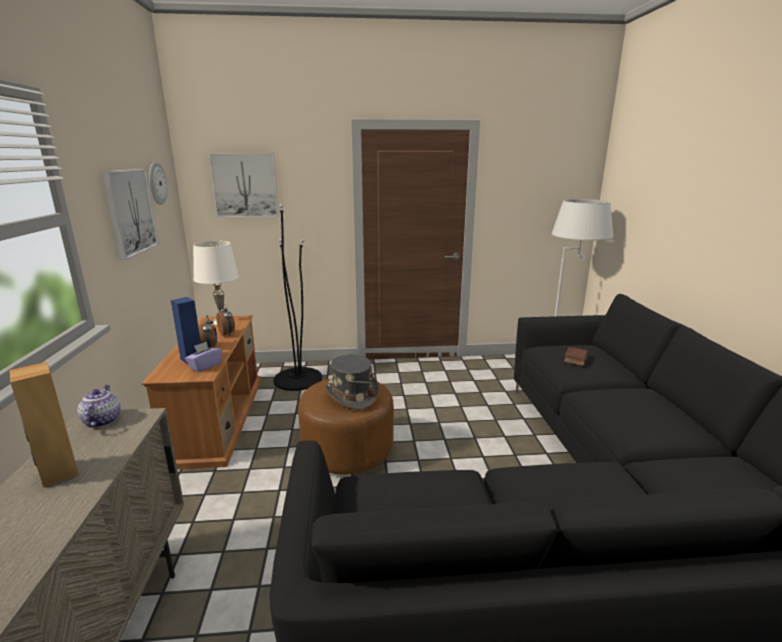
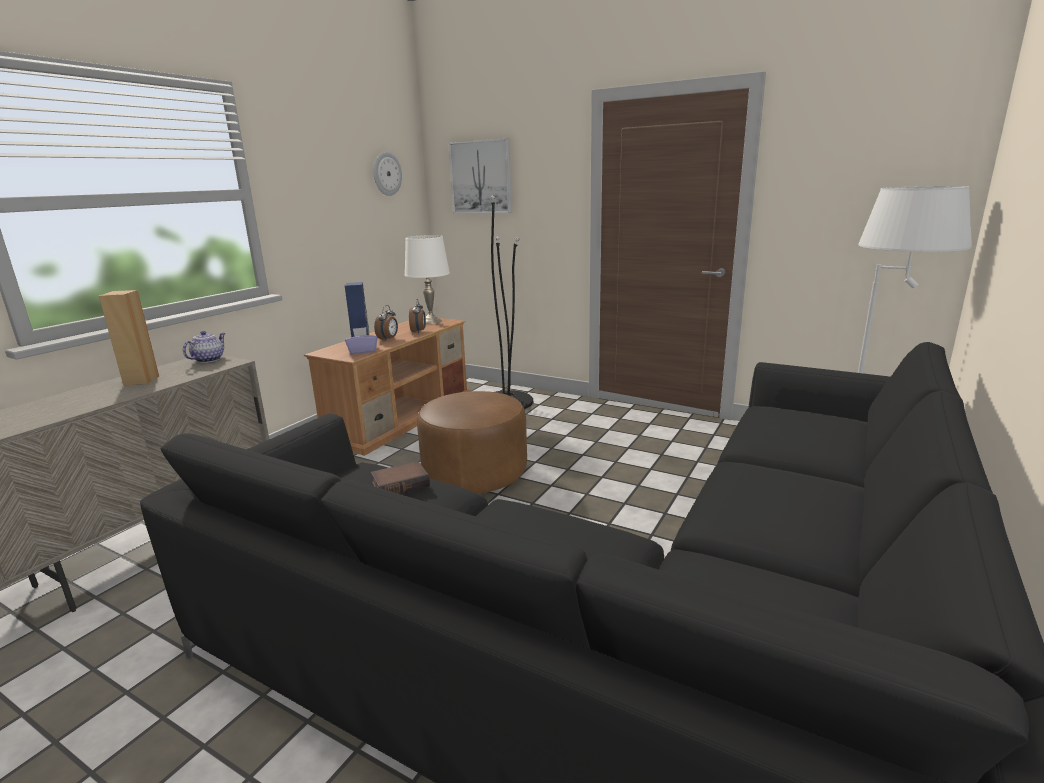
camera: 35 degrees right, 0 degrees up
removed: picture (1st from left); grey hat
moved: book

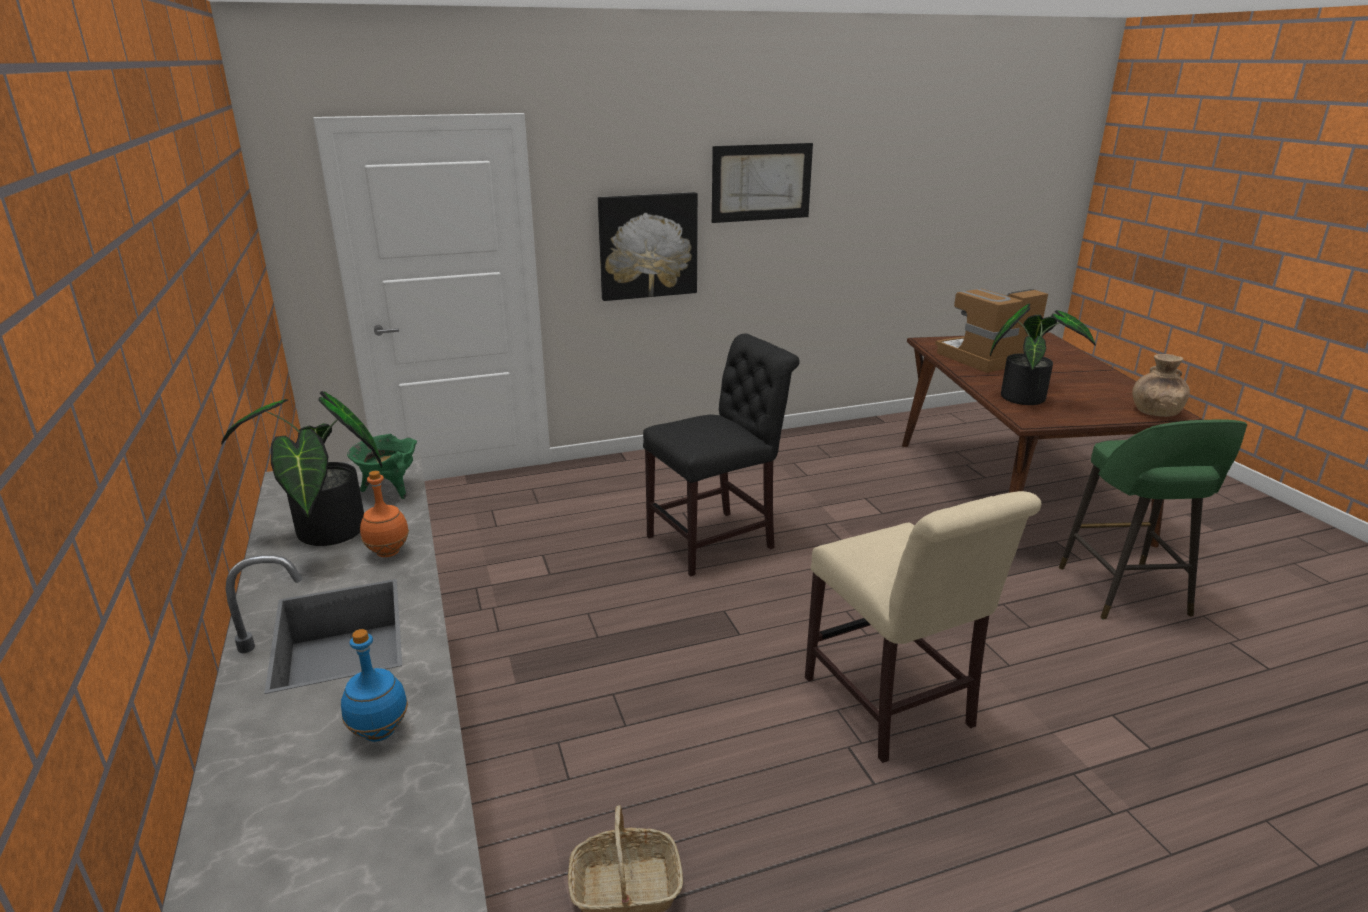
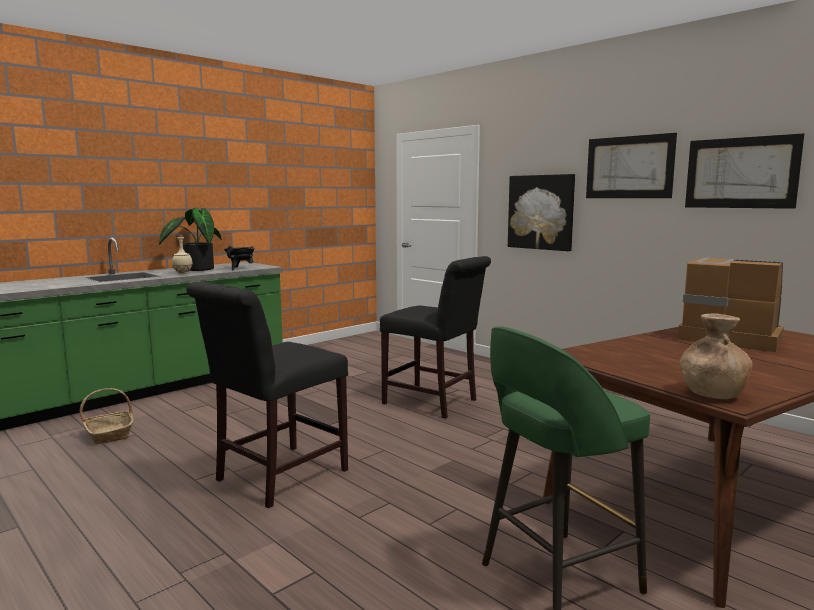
camera: 65 degrees right, 15 degrees down
removed: blue bottle; potted plant (2nd from left)
added: picture (3rd from left)
recoloured: orange bottle to beige bottle; beige chair to black chair (1st from left); green cooking pot to black cooking pot

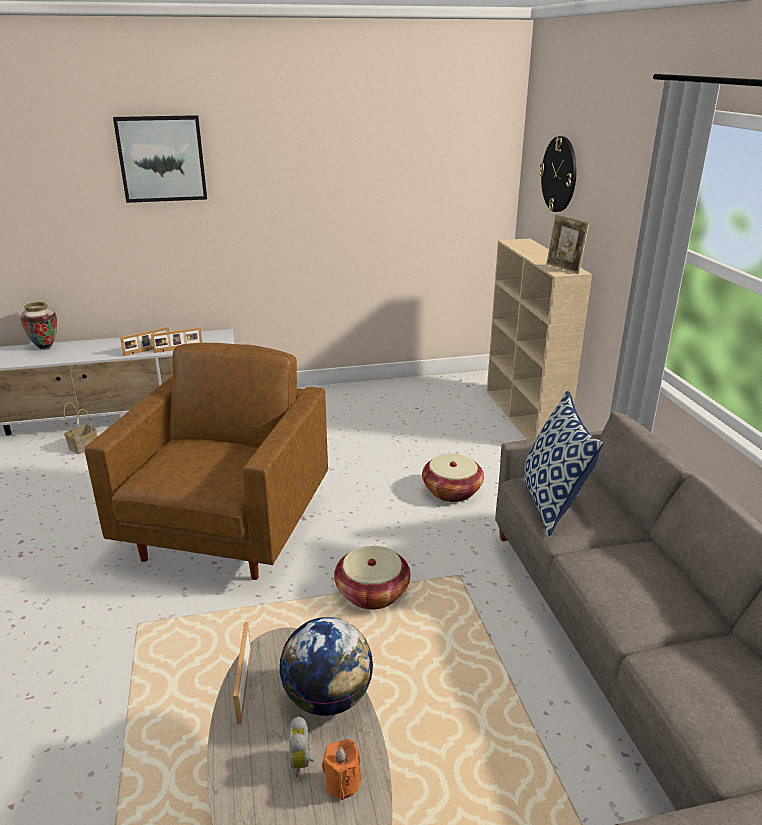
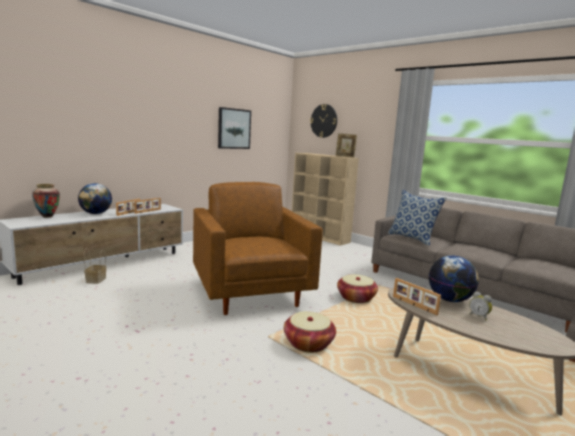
camera: 35 degrees left, 15 degrees down
removed: orange candle
added: globe (1st from left)
moved: picture; basket (3rd from left in the first image) to basket (2nd from left)

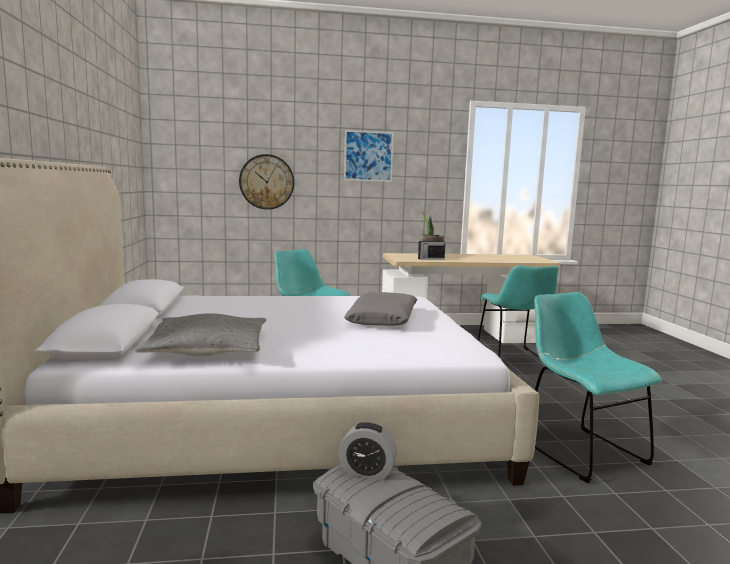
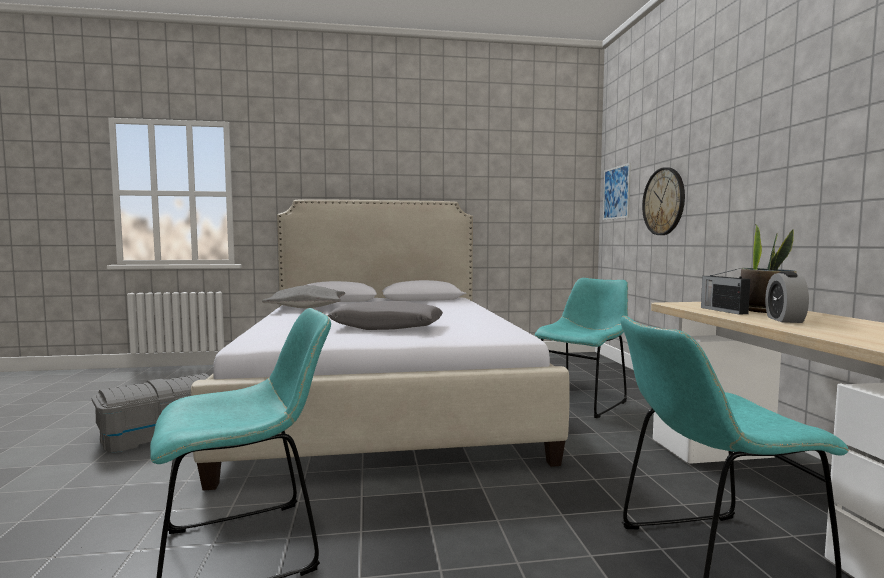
camera: 90 degrees right, 5 degrees down
moved: picture; alarm clock

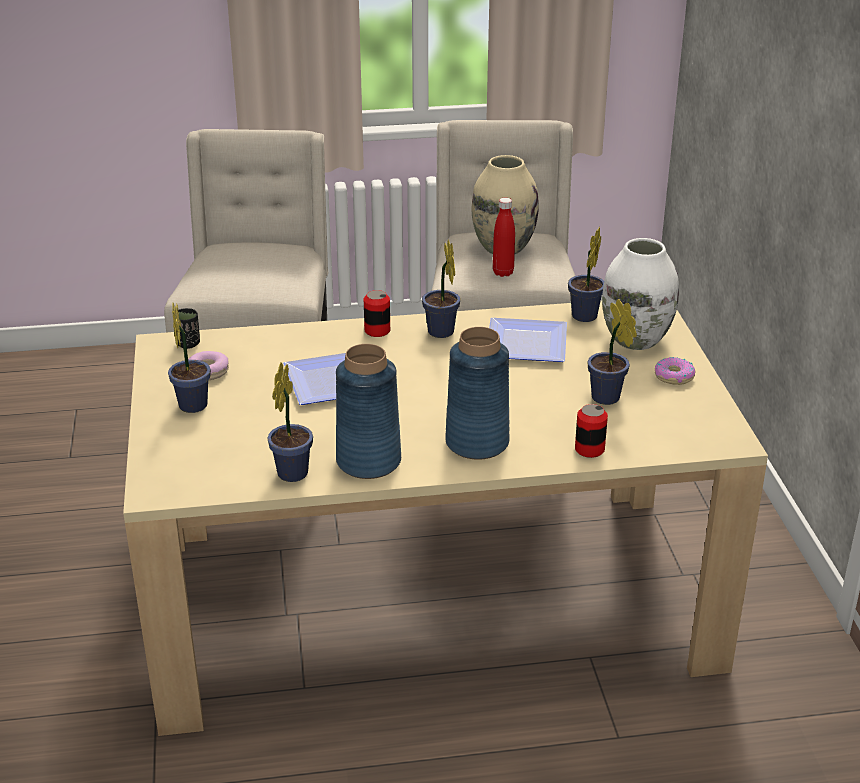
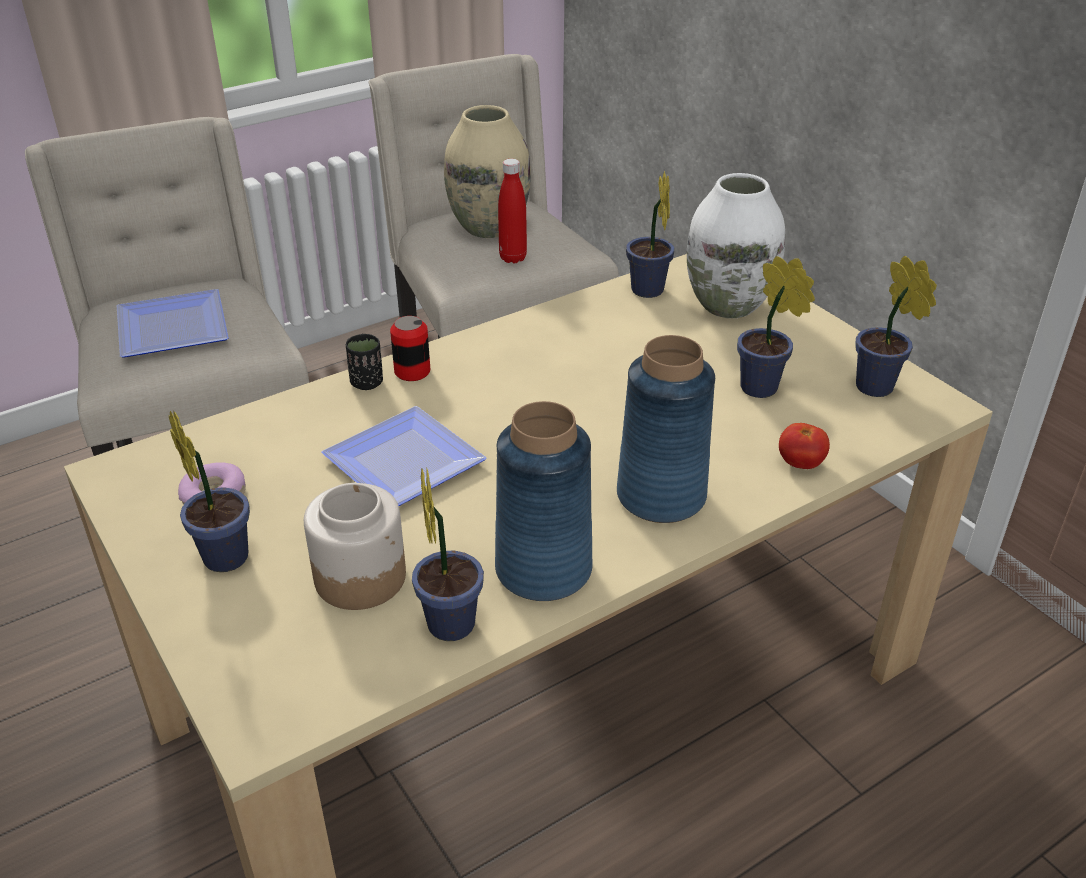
camera: 25 degrees left, 5 degrees up
removed: donut (2nd from left)
added: jar
moved: plate (2nd from left in the first image) to plate (1st from left); black cup; potted plant (3rd from left in the first image) to potted plant (5th from left)
replaced: can (2nd from left) to tomato

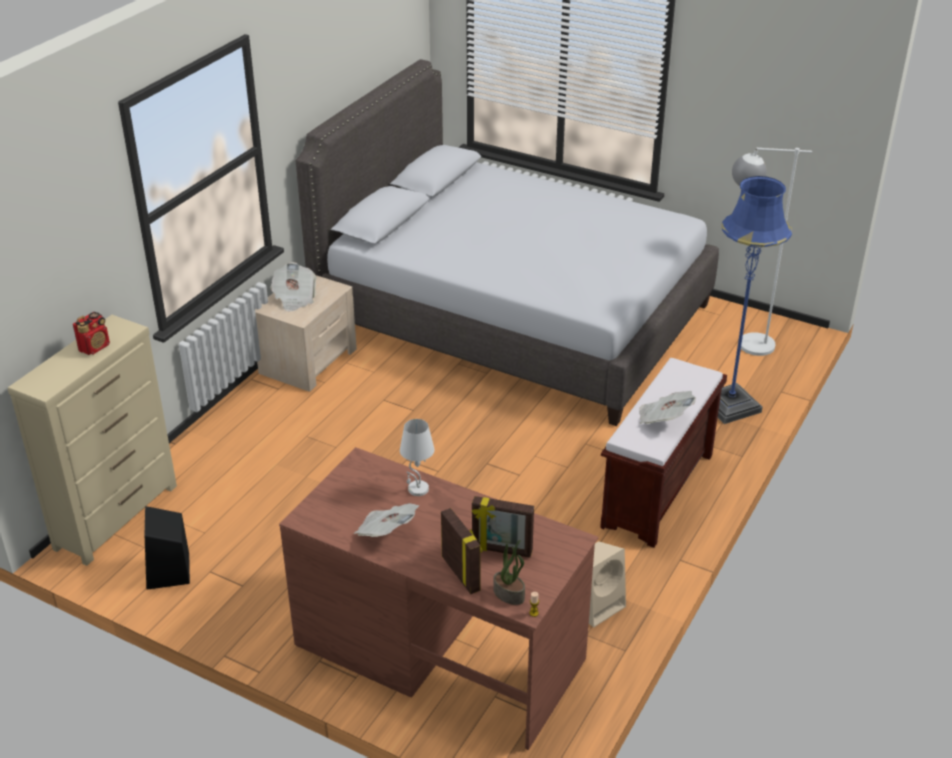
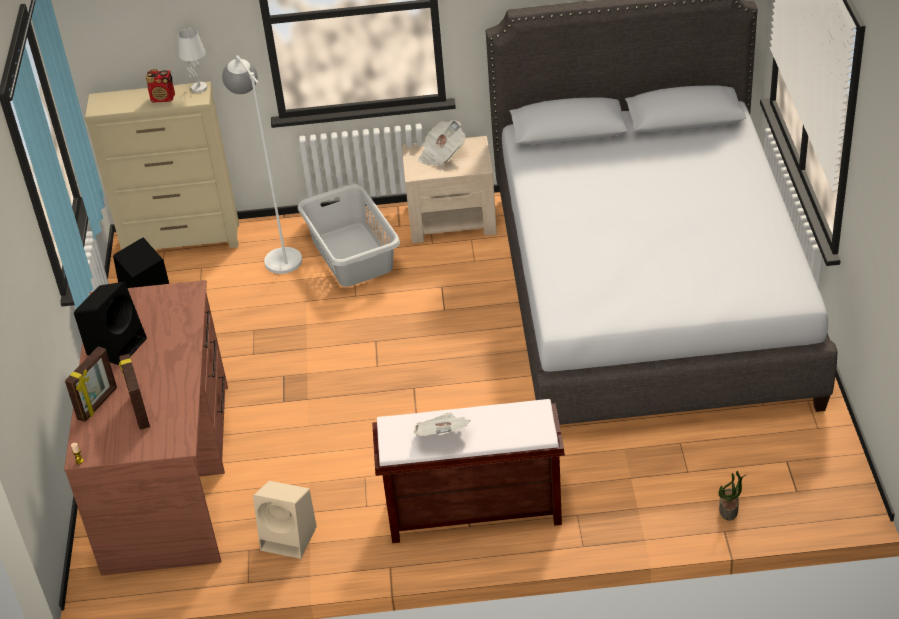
camera: 60 degrees right, 5 degrees up
removed: blue floor lamp
added: grey laundry basket
moved: white table lamp; white floor lamp; potted plant
replaced: newspaper (2nd from left) to black speaker (1st from left)

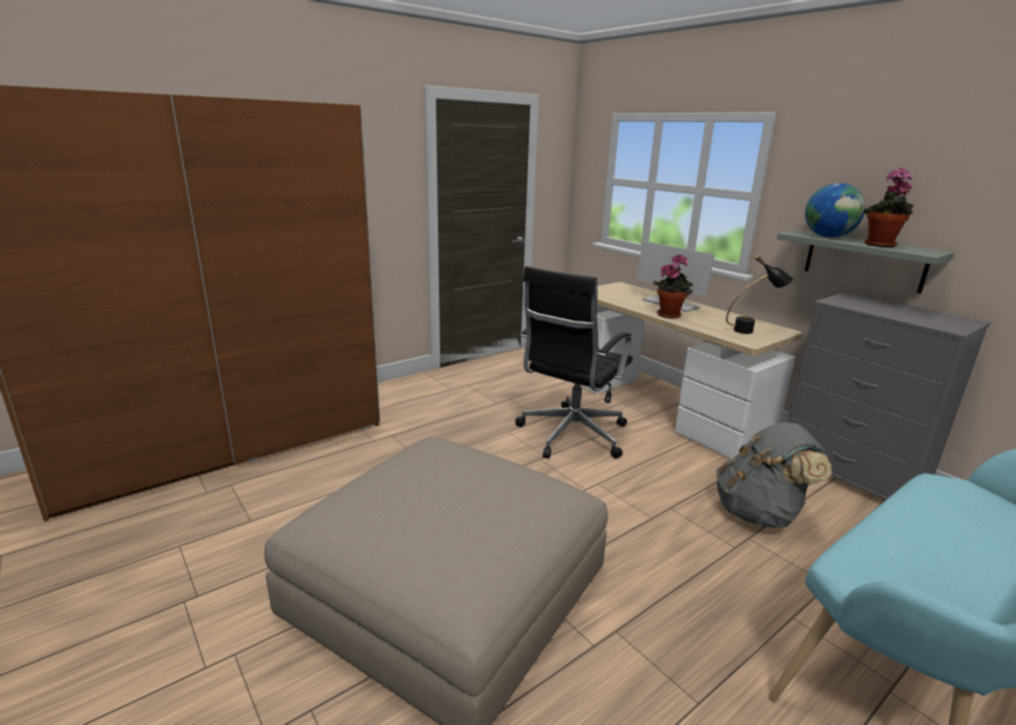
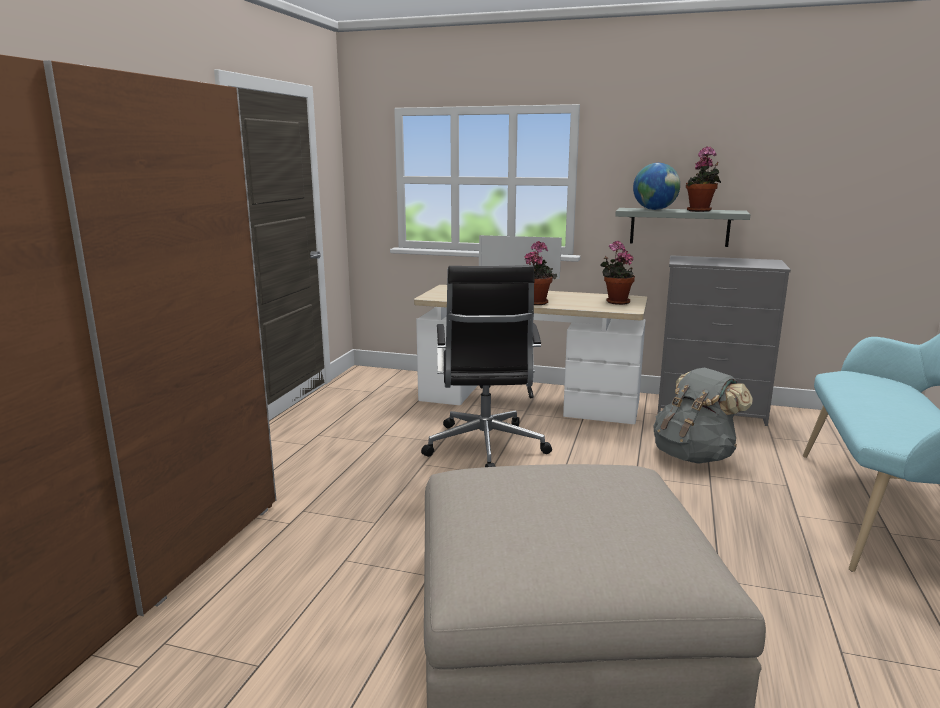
camera: 35 degrees left, 5 degrees down
replaced: black table lamp to potted plant (2nd from left)

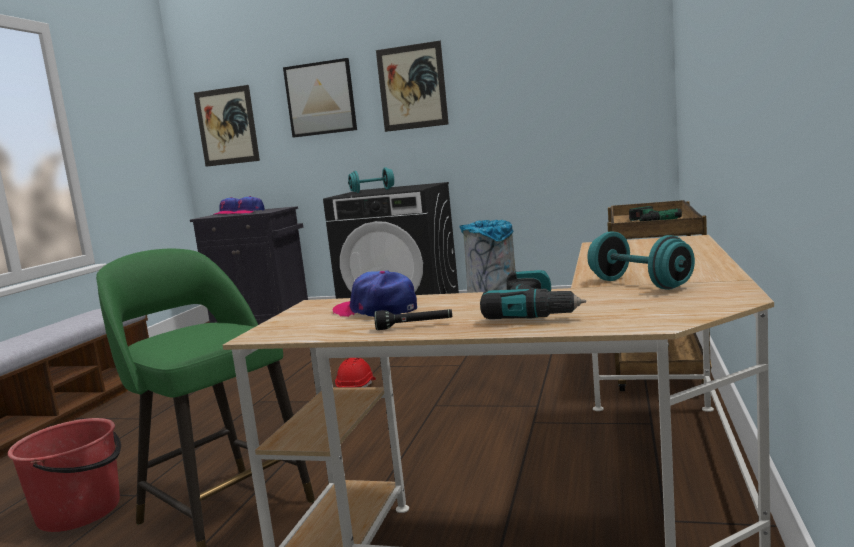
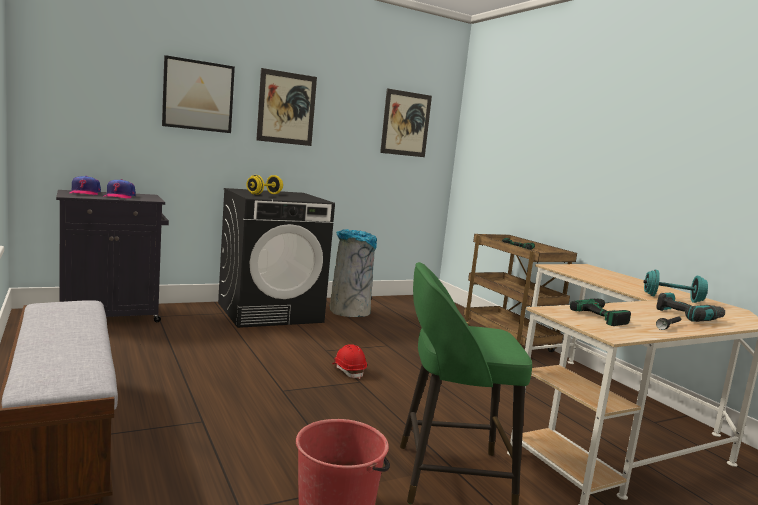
camera: 45 degrees left, 0 degrees up
moved: picture (1st from left in the first image) to picture (3rd from left)
replaced: cap (3rd from left) to power drill (2nd from left)
recoloured: turquoise dumbbell (1st from left) to yellow dumbbell

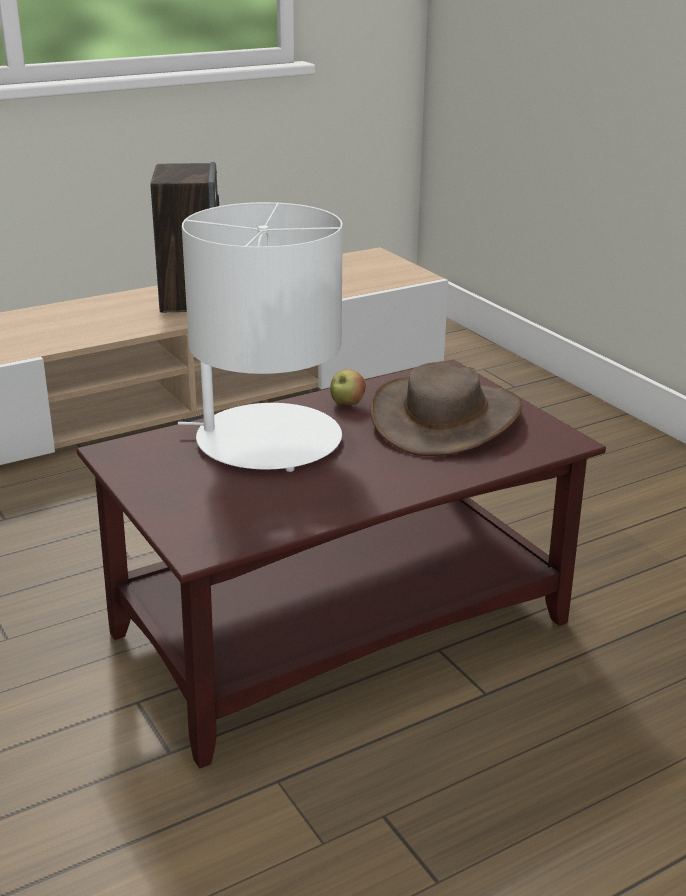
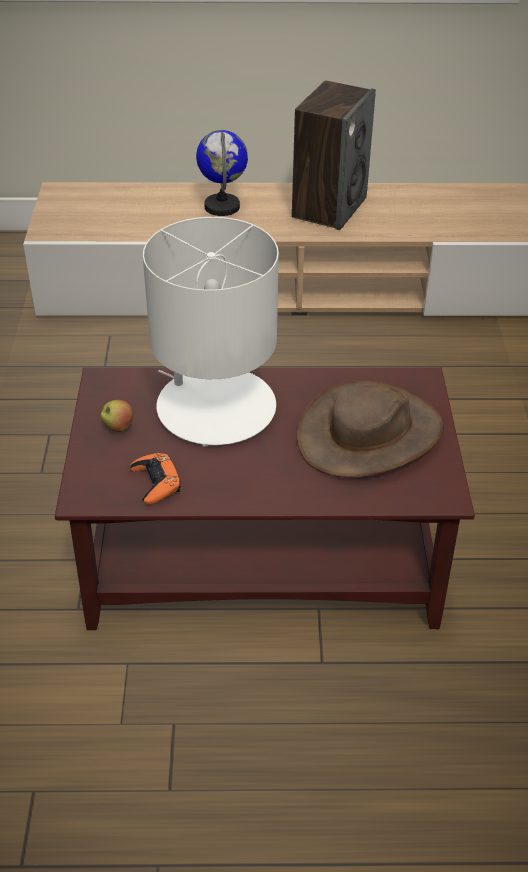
camera: 30 degrees right, 15 degrees up
added: orange game controller; globe
moved: apple

